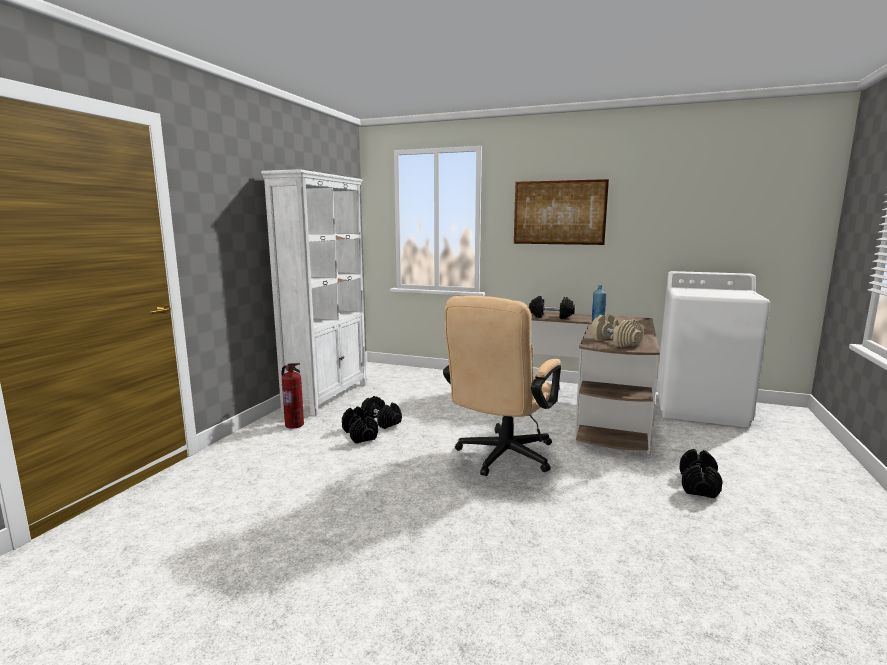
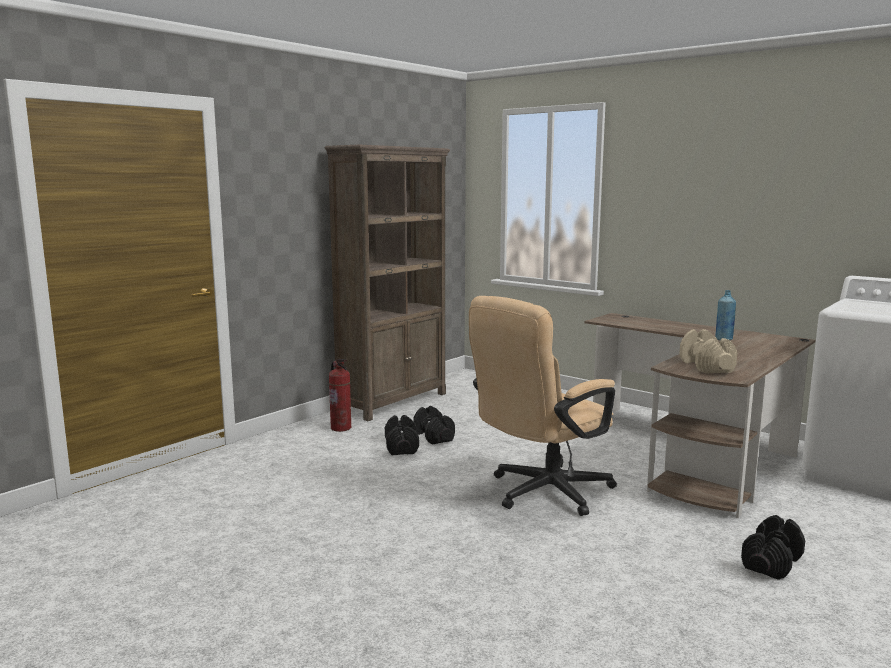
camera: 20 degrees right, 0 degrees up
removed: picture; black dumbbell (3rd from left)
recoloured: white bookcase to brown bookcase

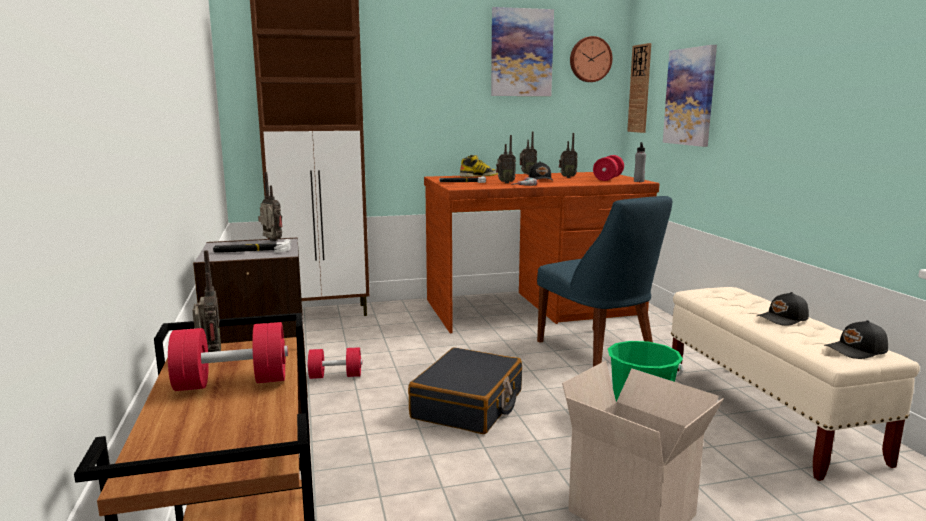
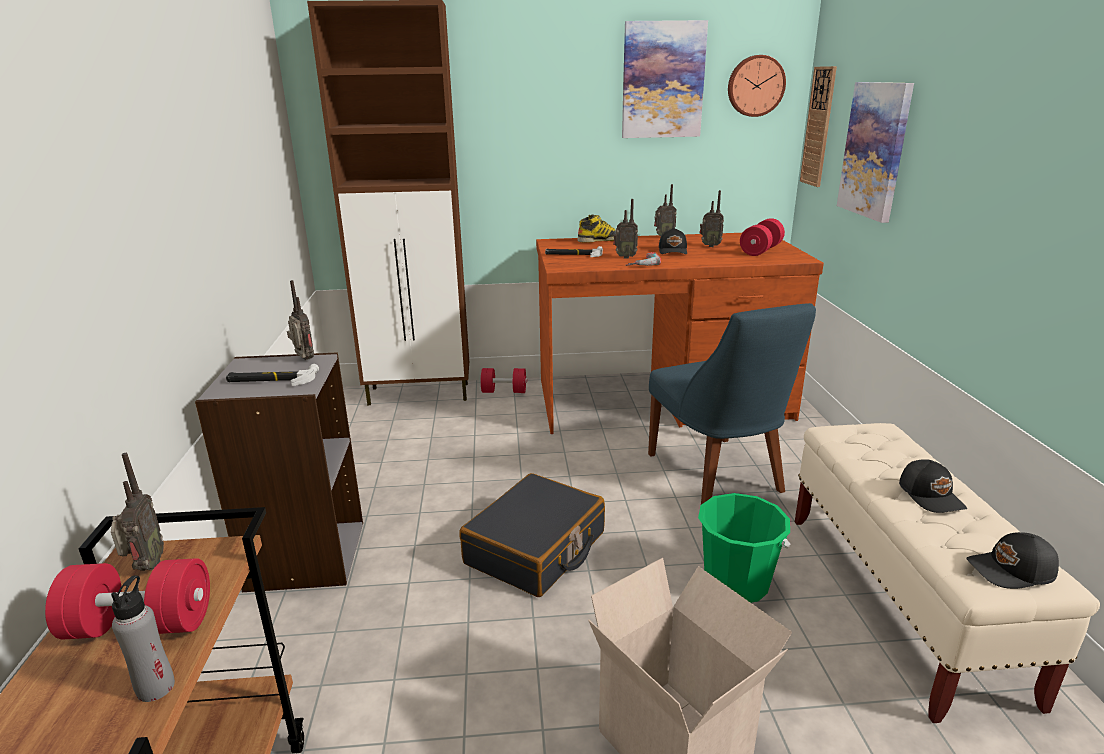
camera: 10 degrees right, 10 degrees up
moved: grey bottle; red dumbbell (2nd from left)
turned: black cap (2nd from left) 90 degrees counterclockwise

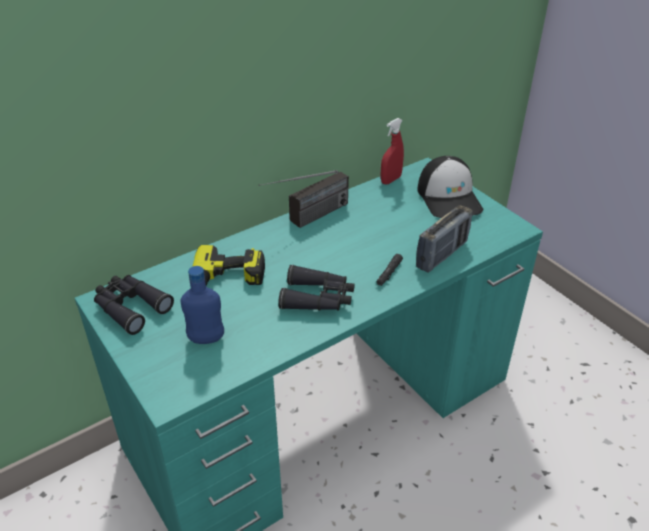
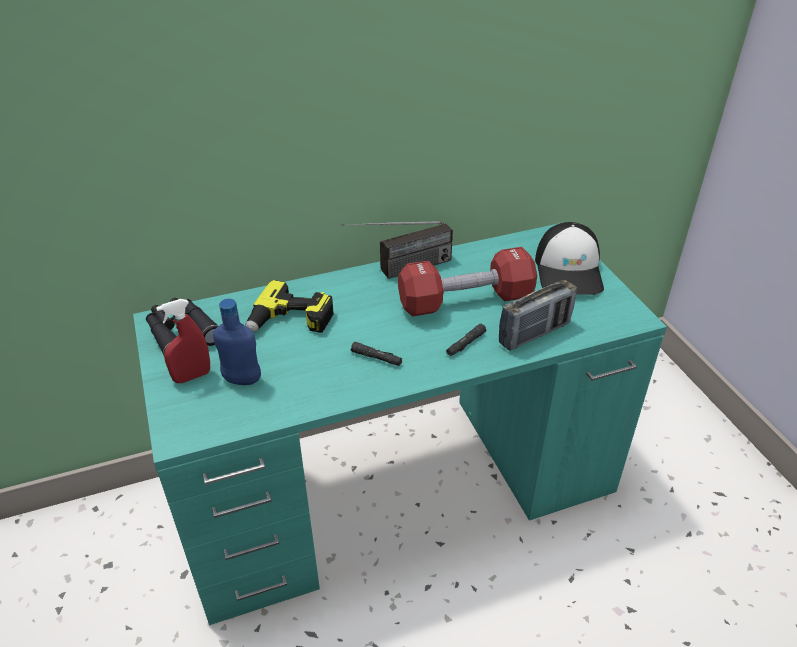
camera: 15 degrees right, 0 degrees up
added: red dumbbell
moved: red spray bottle
replaced: black binoculars (2nd from left) to black flashlight (1st from left)

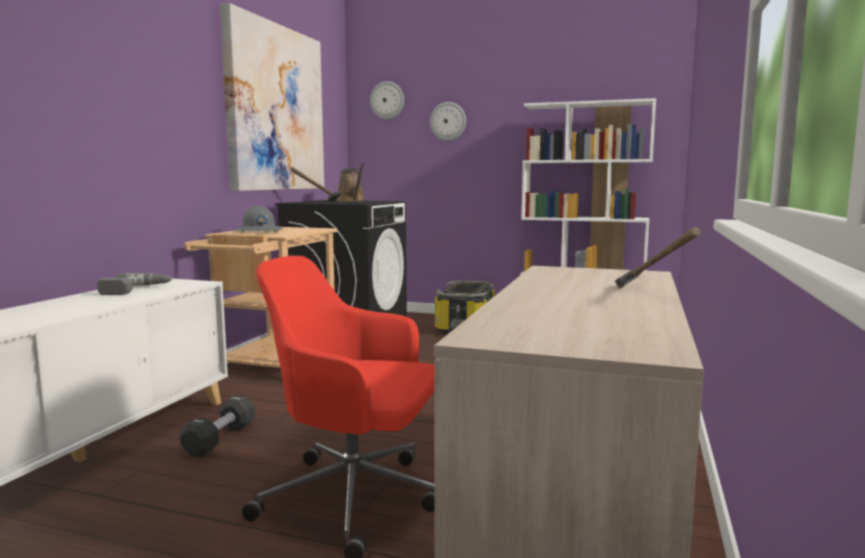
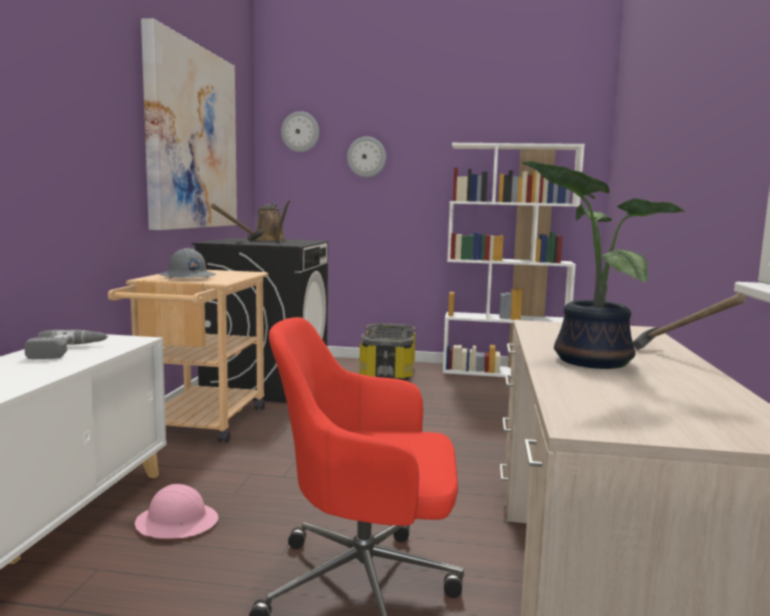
camera: 10 degrees left, 0 degrees up
added: potted plant
replaced: black dumbbell to pink hard hat

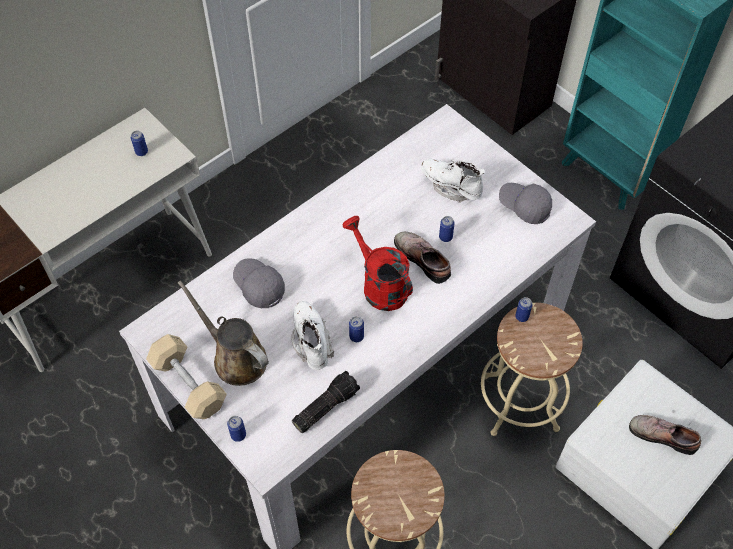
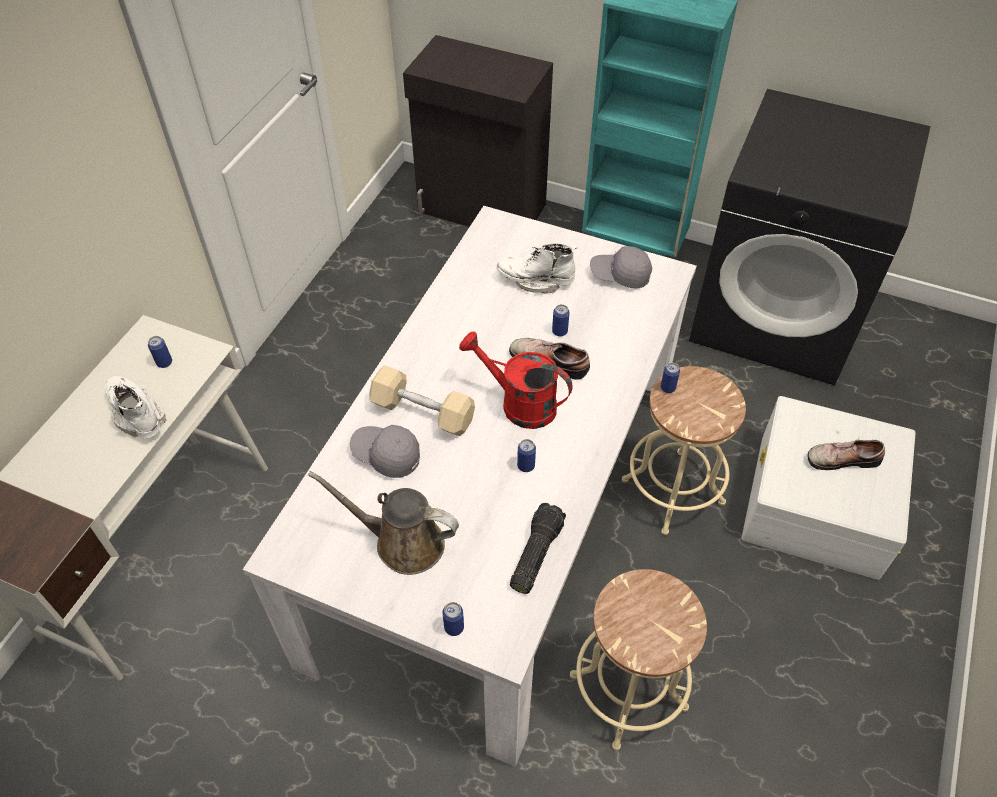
camera: 25 degrees left, 5 degrees down
moved: white boot (1st from left); beige dumbbell

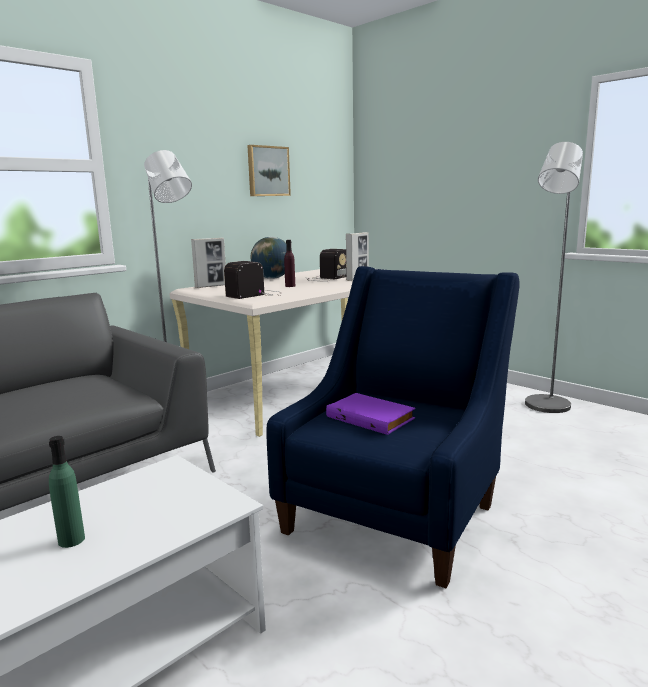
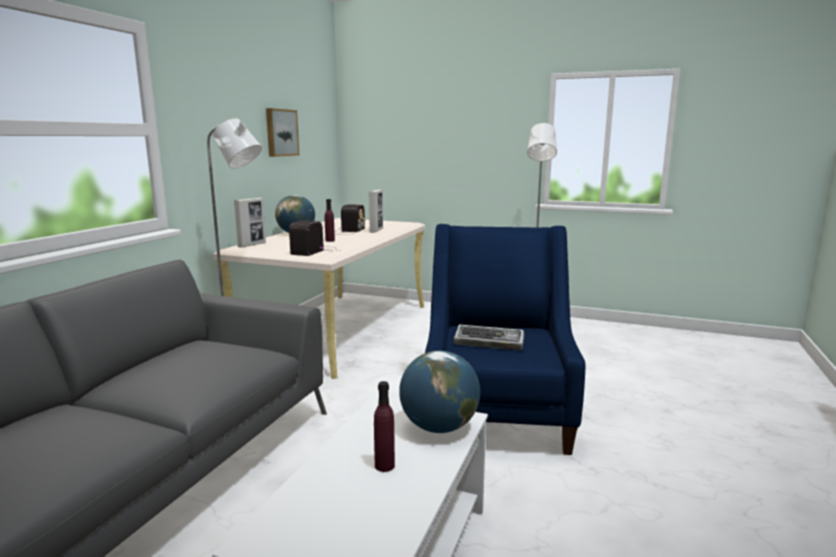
camera: 25 degrees left, 0 degrees up
added: globe (2nd from left)
replaced: purple book to keyboard
recoloured: green bottle to purple bottle (2nd from left)

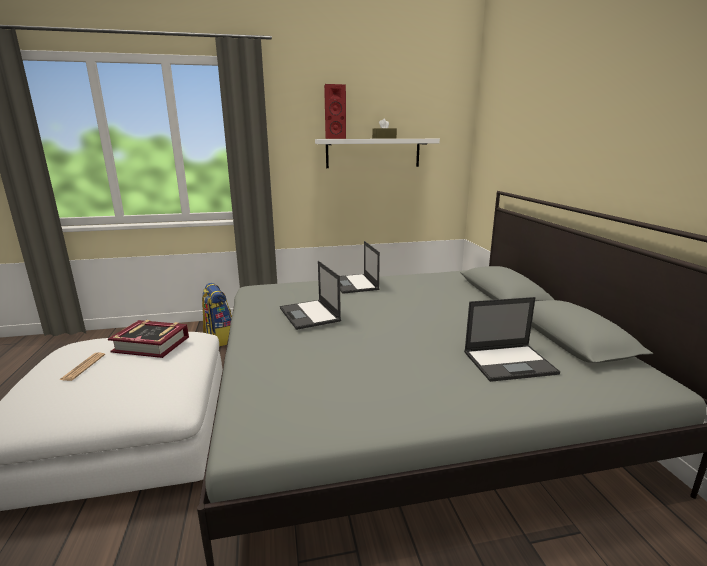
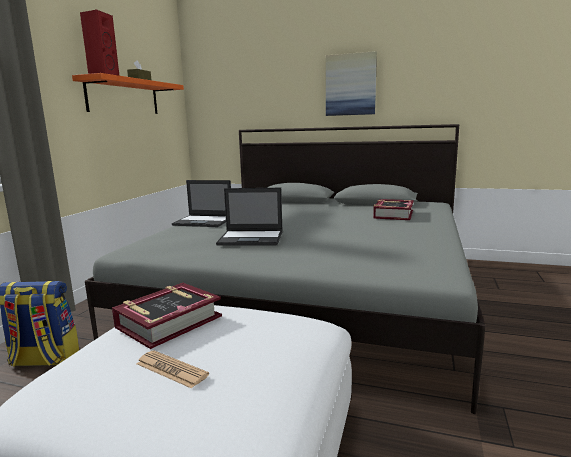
camera: 60 degrees left, 5 degrees down
added: picture
replaced: laptop (3rd from left) to book (2nd from left)
recoloured: white shelf to orange shelf

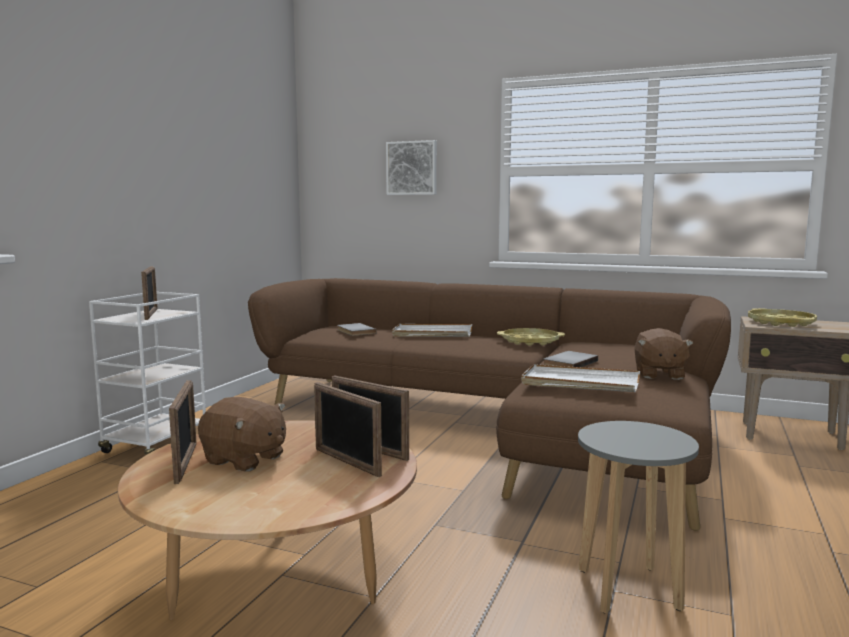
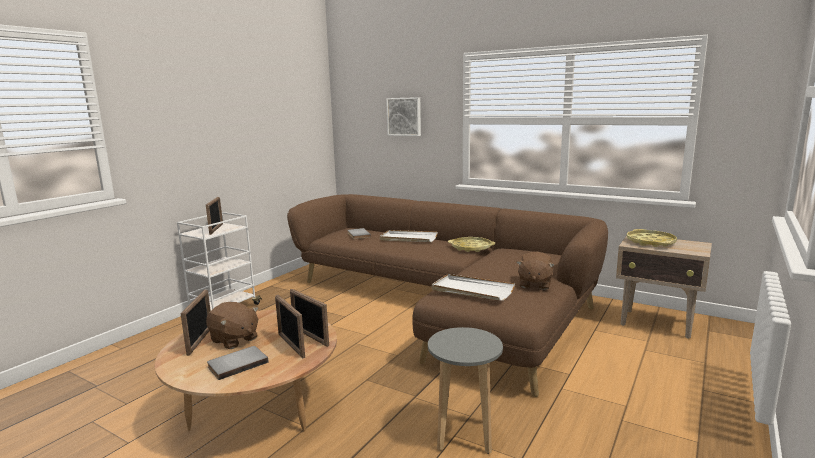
camera: 10 degrees right, 5 degrees up
moved: grey book (2nd from left in the first image) to grey book (1st from left)

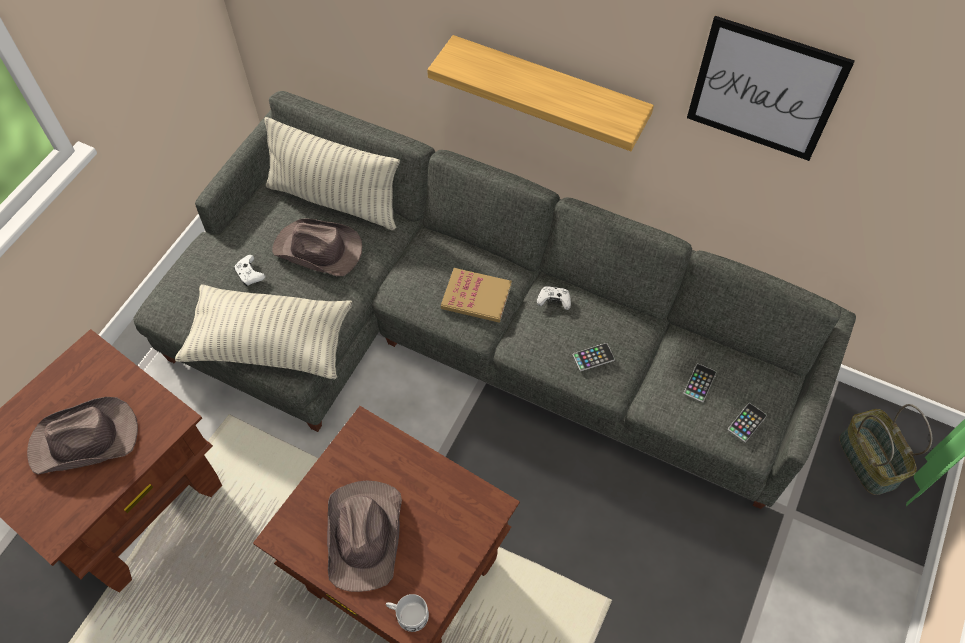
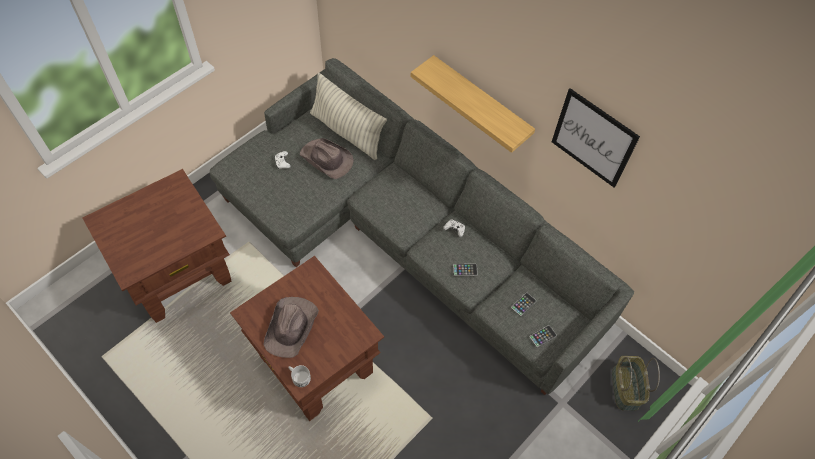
camera: 15 degrees right, 0 degrees up
removed: brown hat (1st from left); pillow (1st from left); book

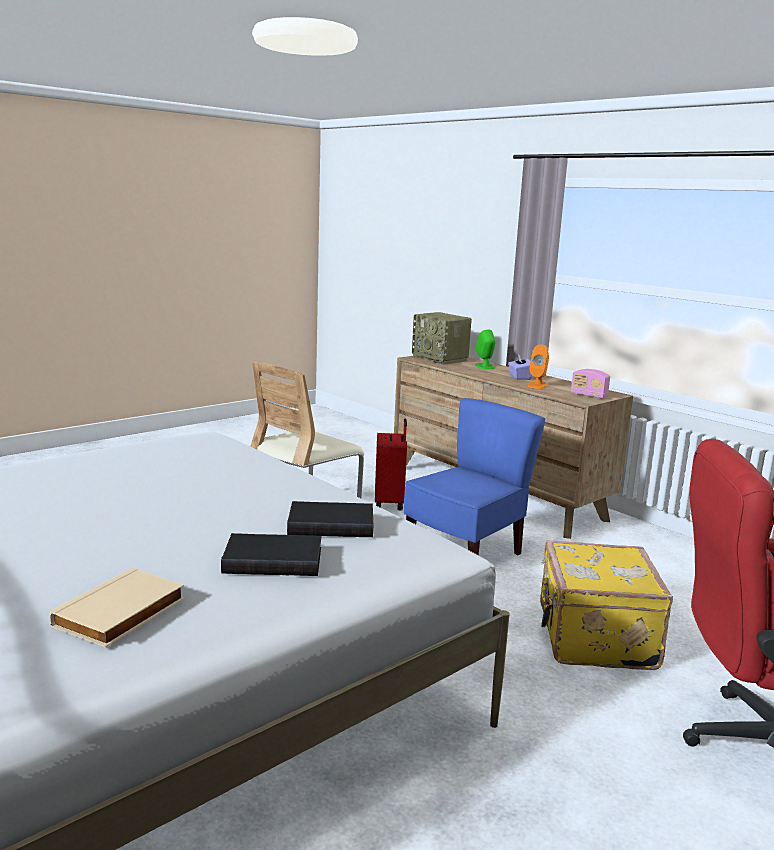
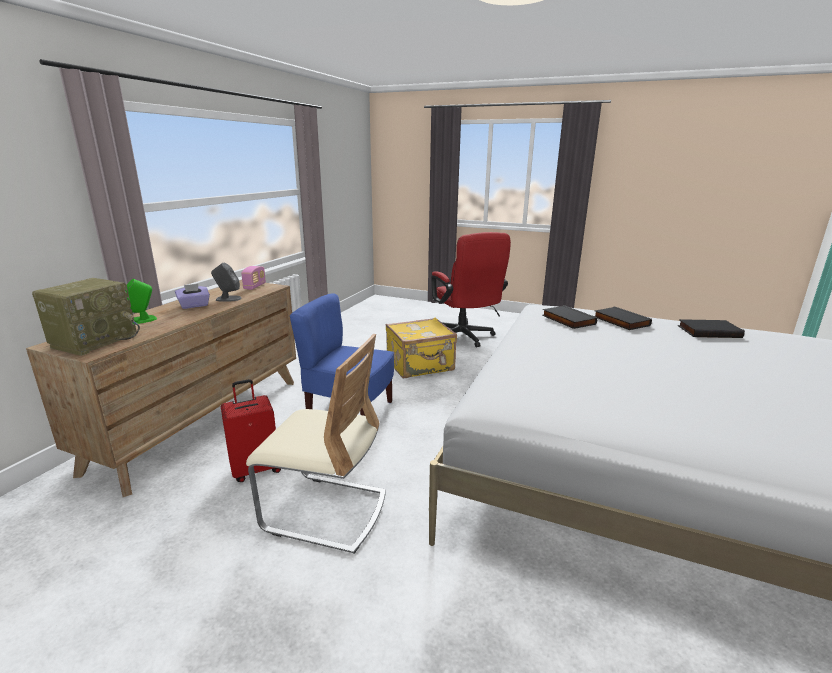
camera: 115 degrees left, 5 degrees up
recoloured: orange speaker to grey speaker; beige book to black book (3rd from left)

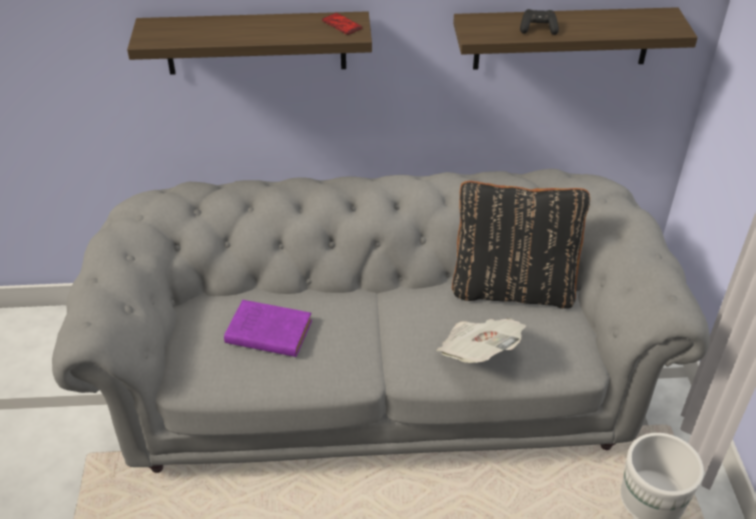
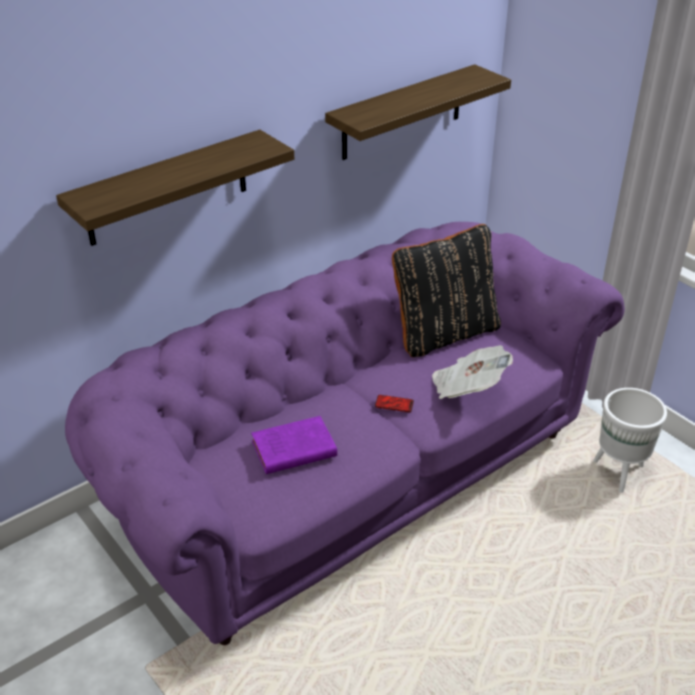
camera: 35 degrees left, 5 degrees down
removed: black game controller
moved: phone
recoloured: grey sofa to purple sofa

